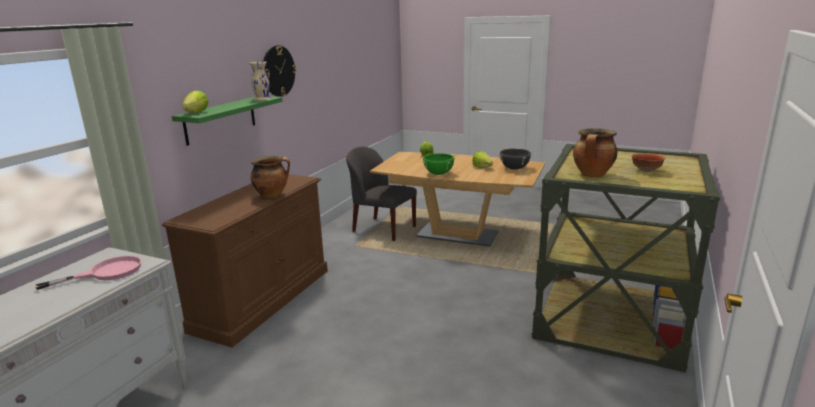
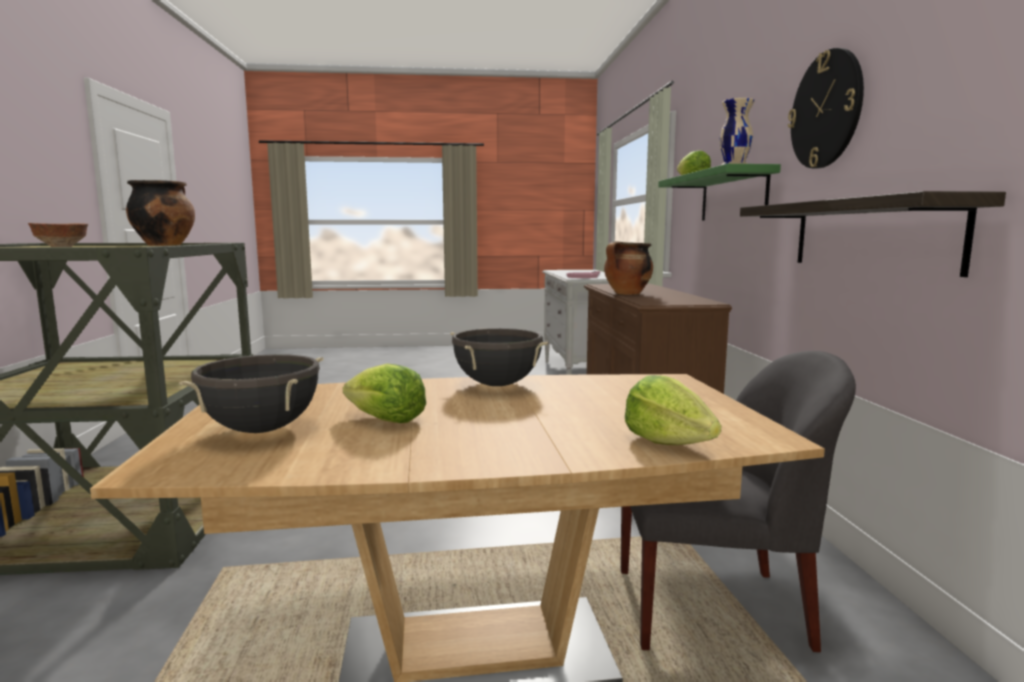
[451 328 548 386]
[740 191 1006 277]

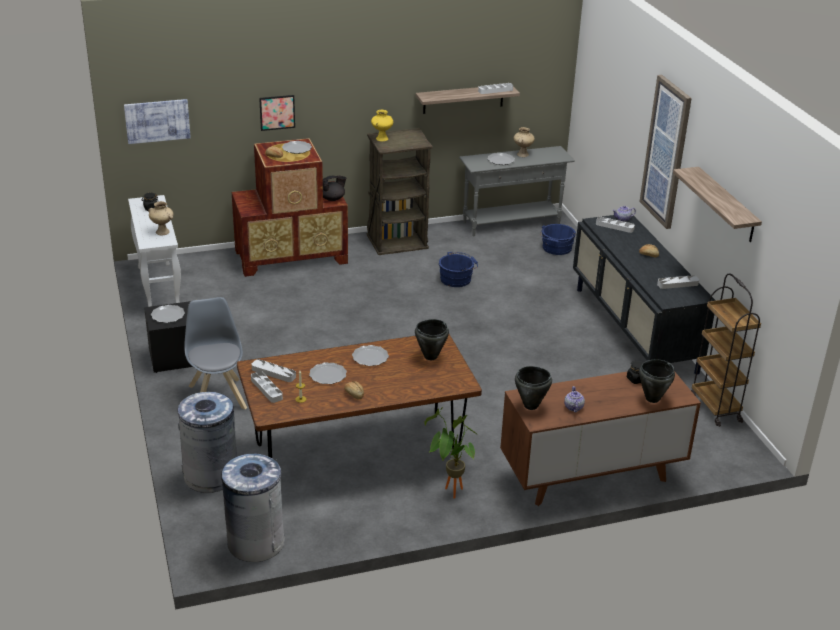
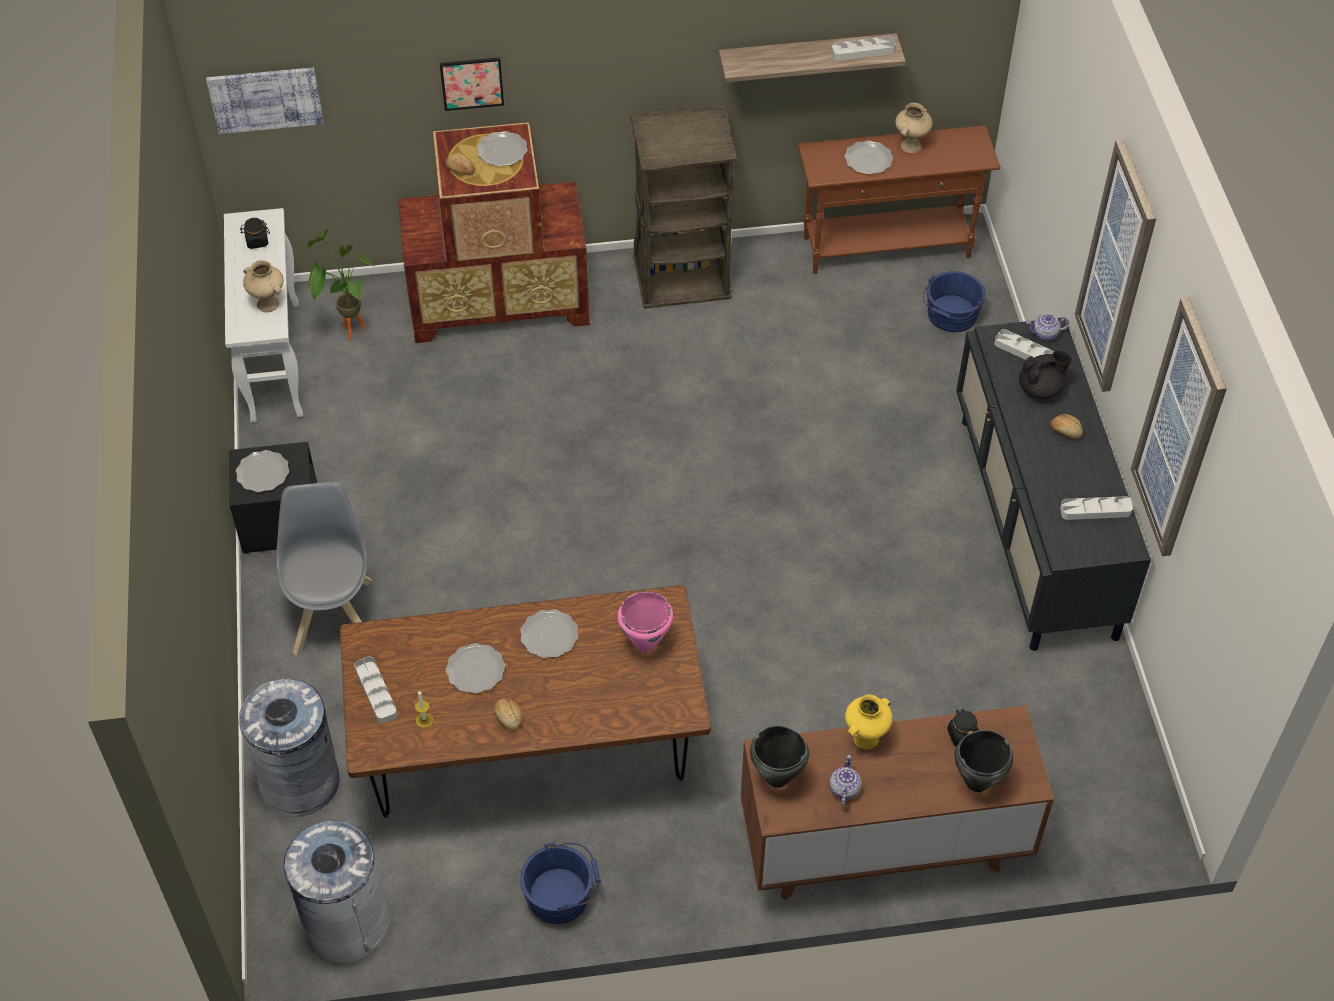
[307 229 376 341]
[520 842 601 924]
[617 592 673 652]
[797 125 1001 274]
[845 695 893 749]
[1019 350 1072 399]
[1131 298 1227 556]
[252 359 296 382] (first image)
[691 274 761 427] (first image)

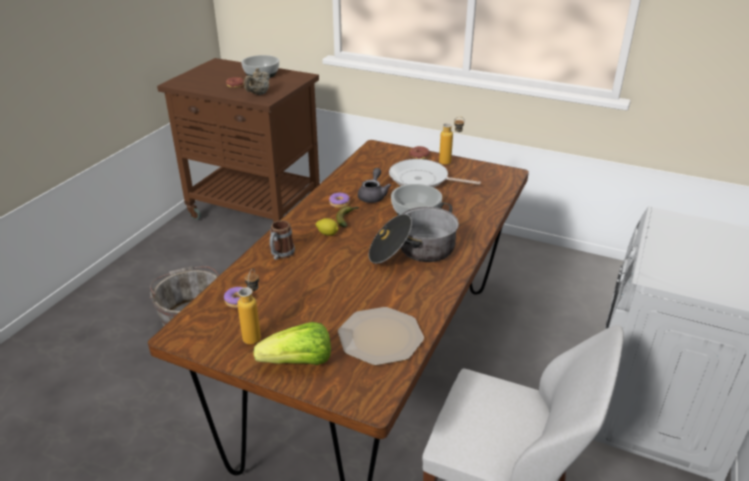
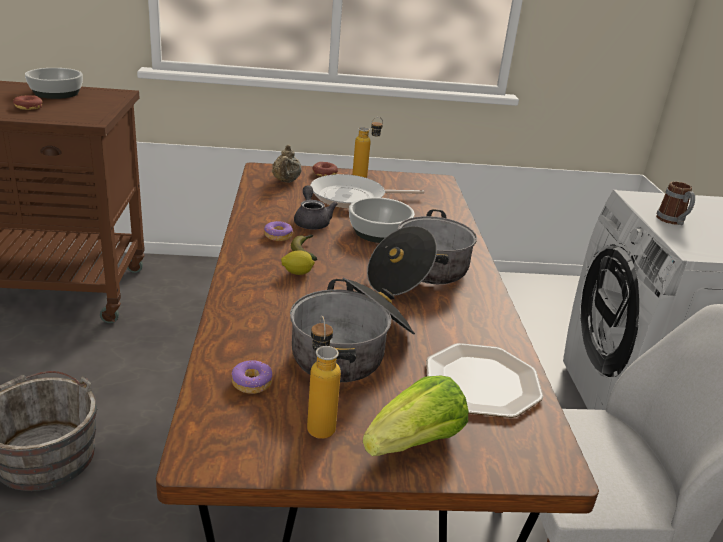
[272 145 302 183]
[290 277 415 382]
[656 181 695 225]

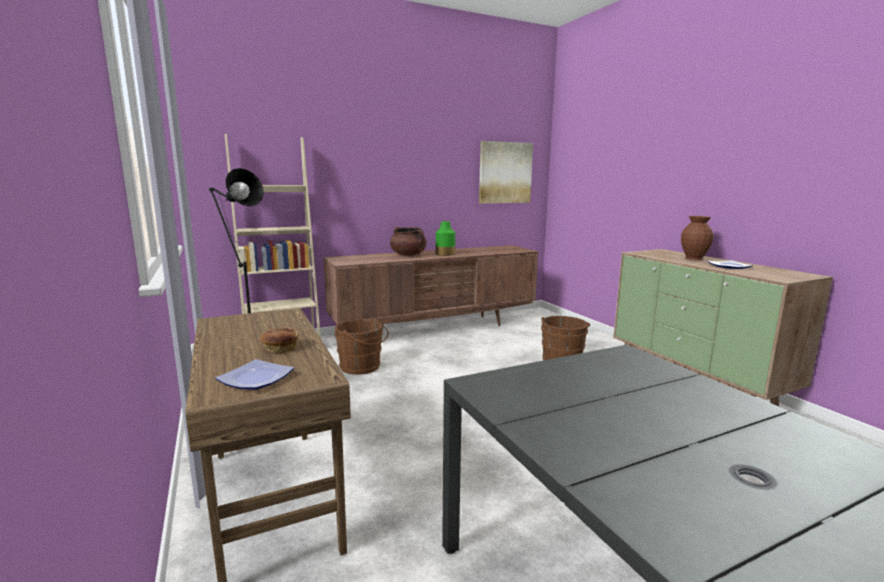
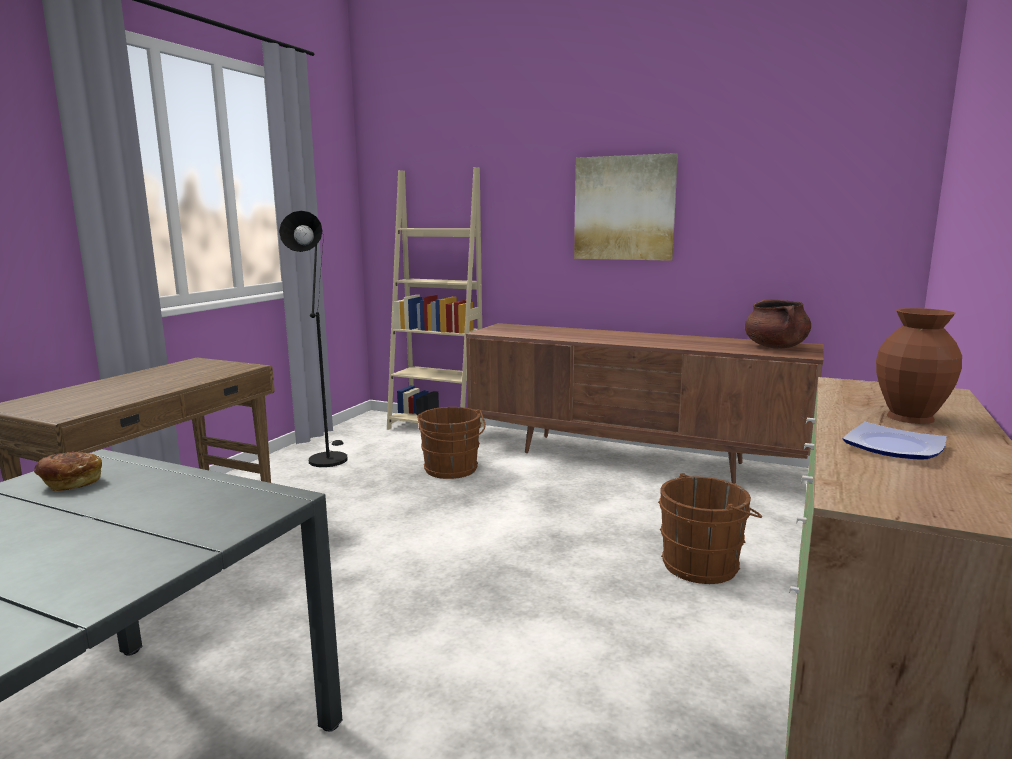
[34 452 102 491]
[574 153 678 261]
[745 299 811 349]
[215 359 294 390] (first image)
[436 221 455 256] (first image)

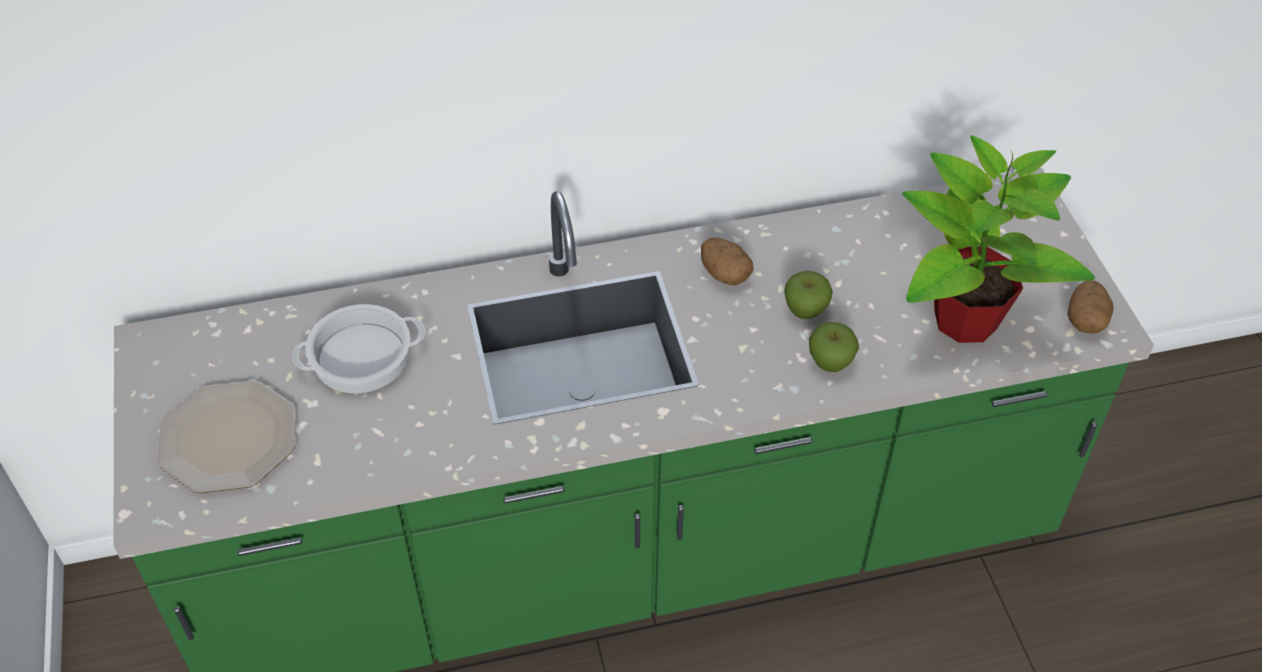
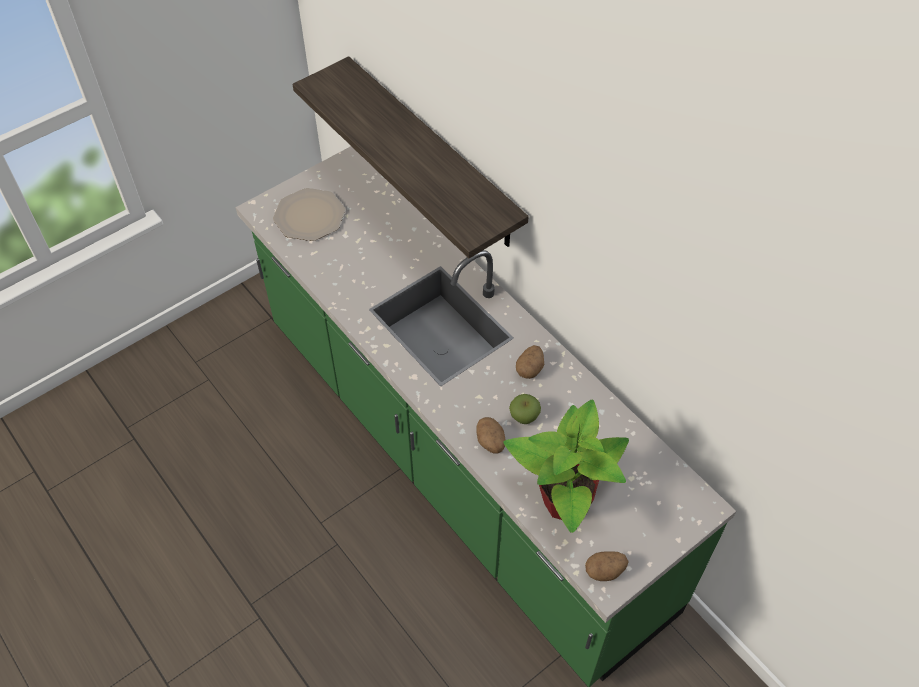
[292 56 529 258]
[477 417 505 454]
[292 304 425 393] (first image)

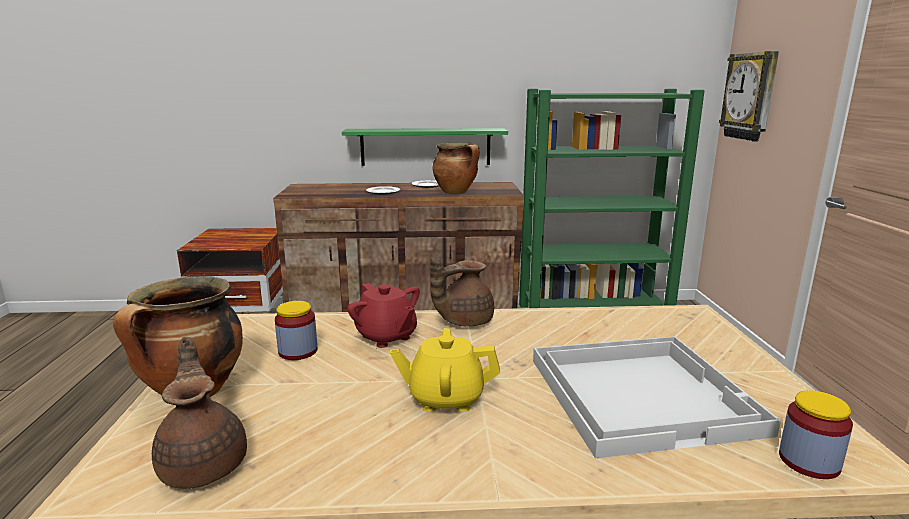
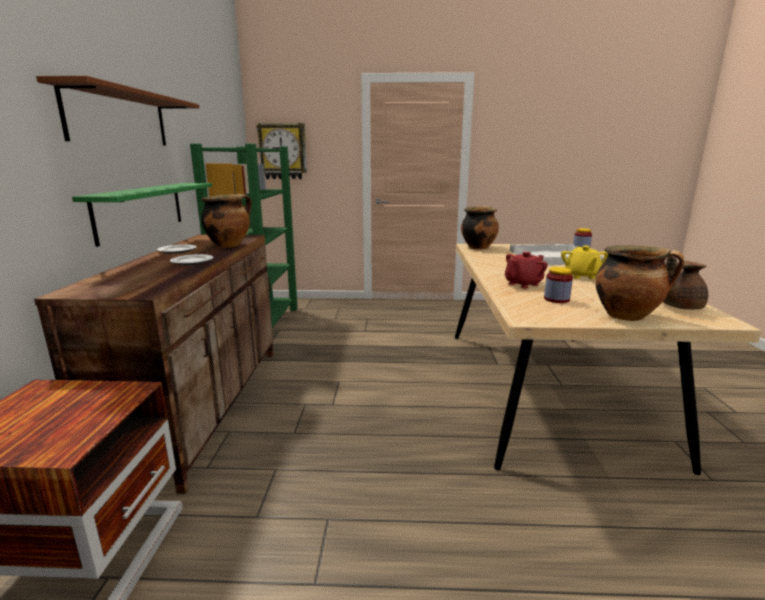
[36 76 199 146]
[461 206 499 250]
[430 258 494 327] (first image)

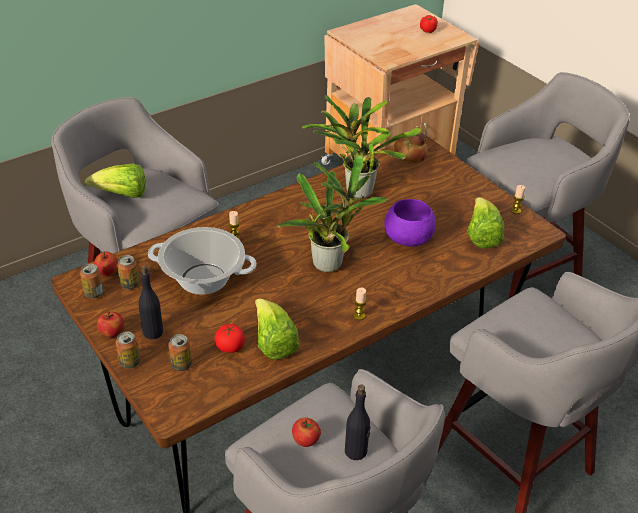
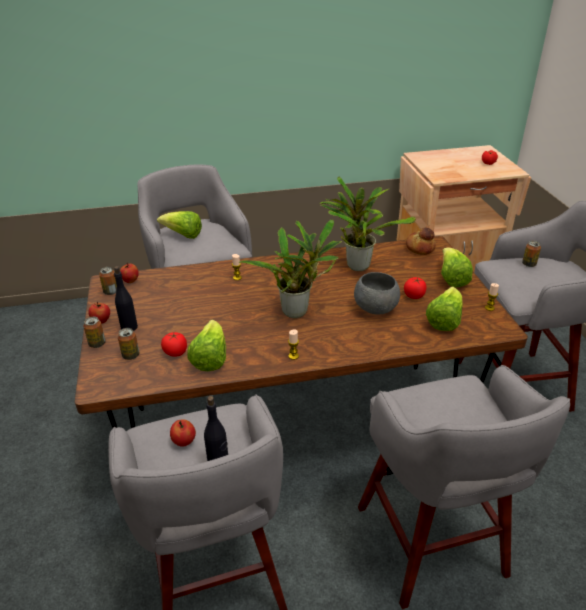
[354 272 400 314]
[404 277 426 299]
[441 248 473 287]
[522 241 541 267]
[148 227 257 295] (first image)

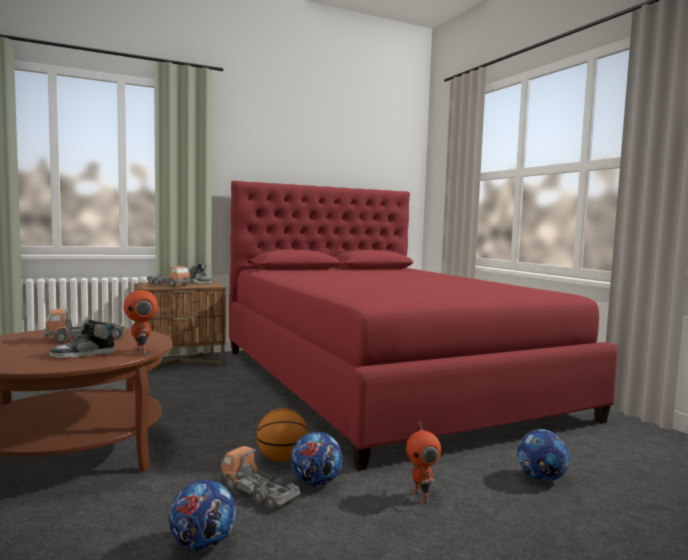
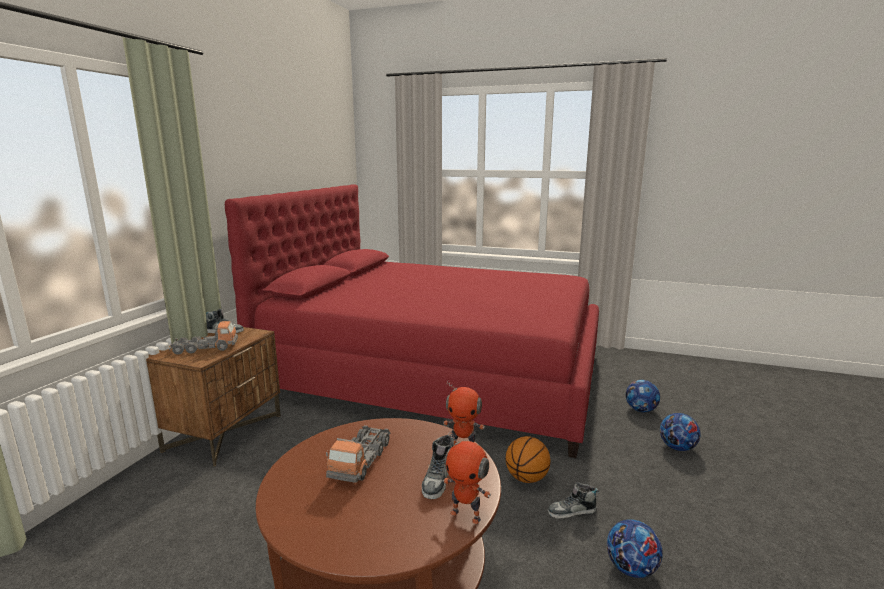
[443 431 491 524]
[548 482 599 518]
[660 413 701 451]

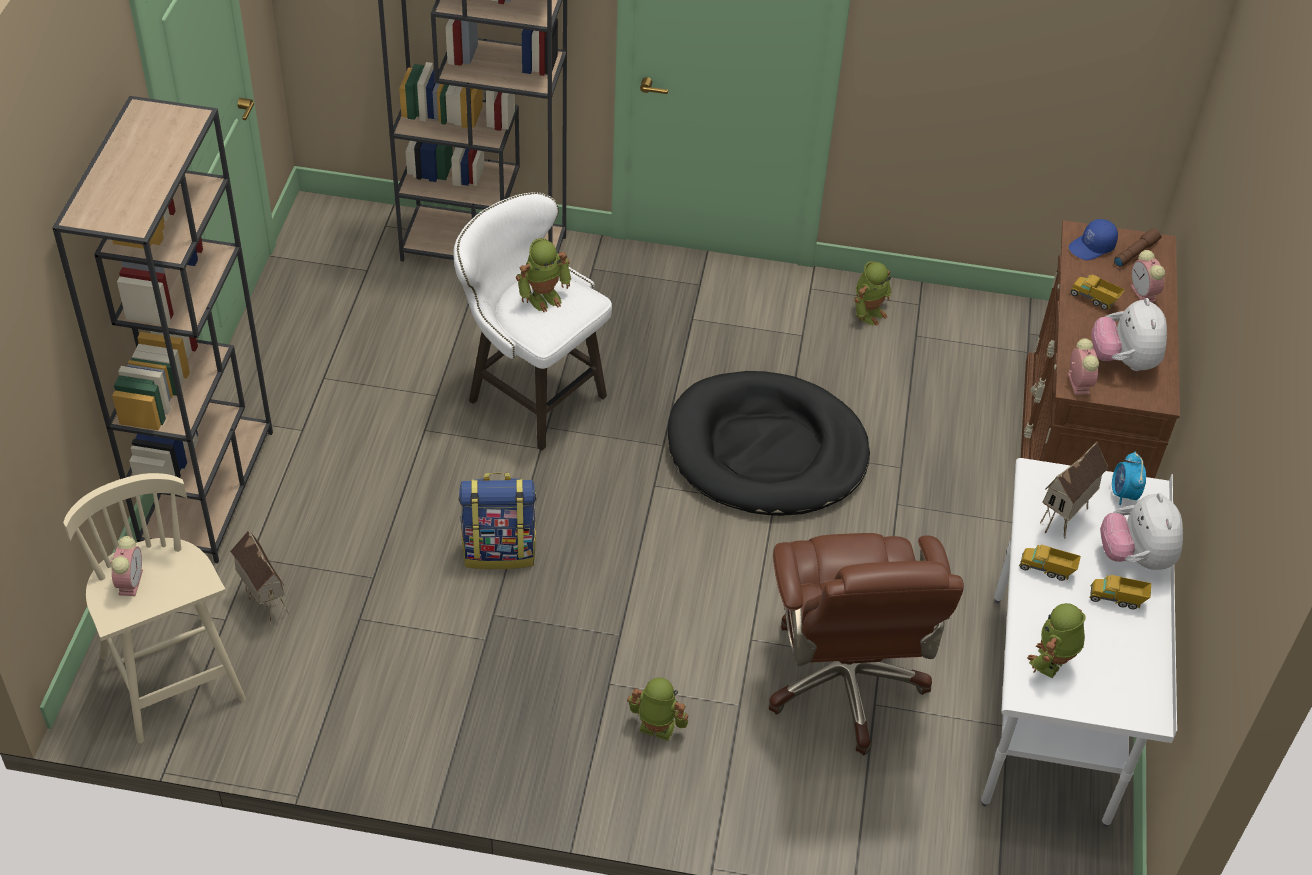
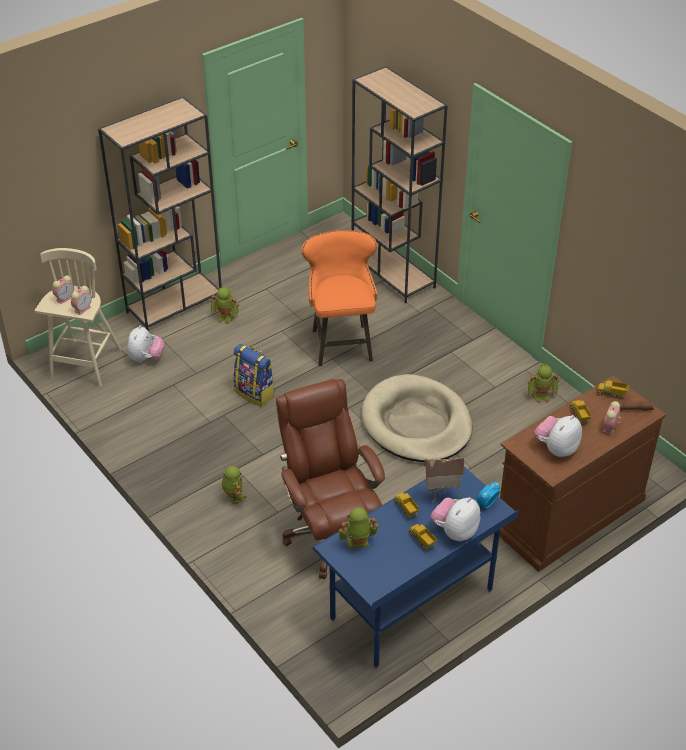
[71 286 92 315]
[127 325 164 362]
[210 286 239 324]
[276 379 385 579]
[301 230 378 366]
[313 467 519 668]
[361 374 472 462]
[597 380 629 399]

